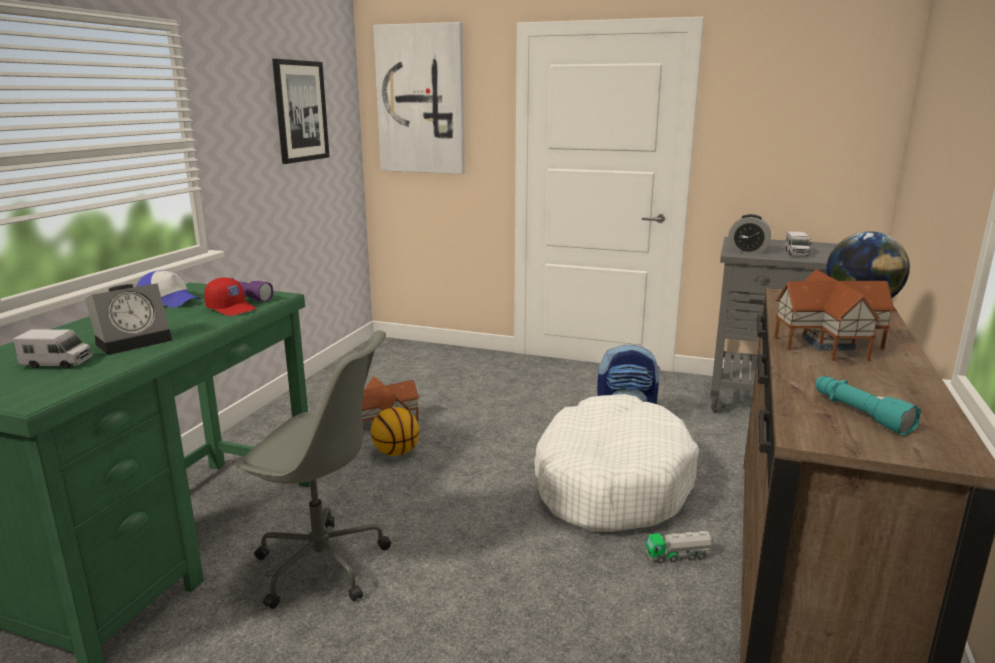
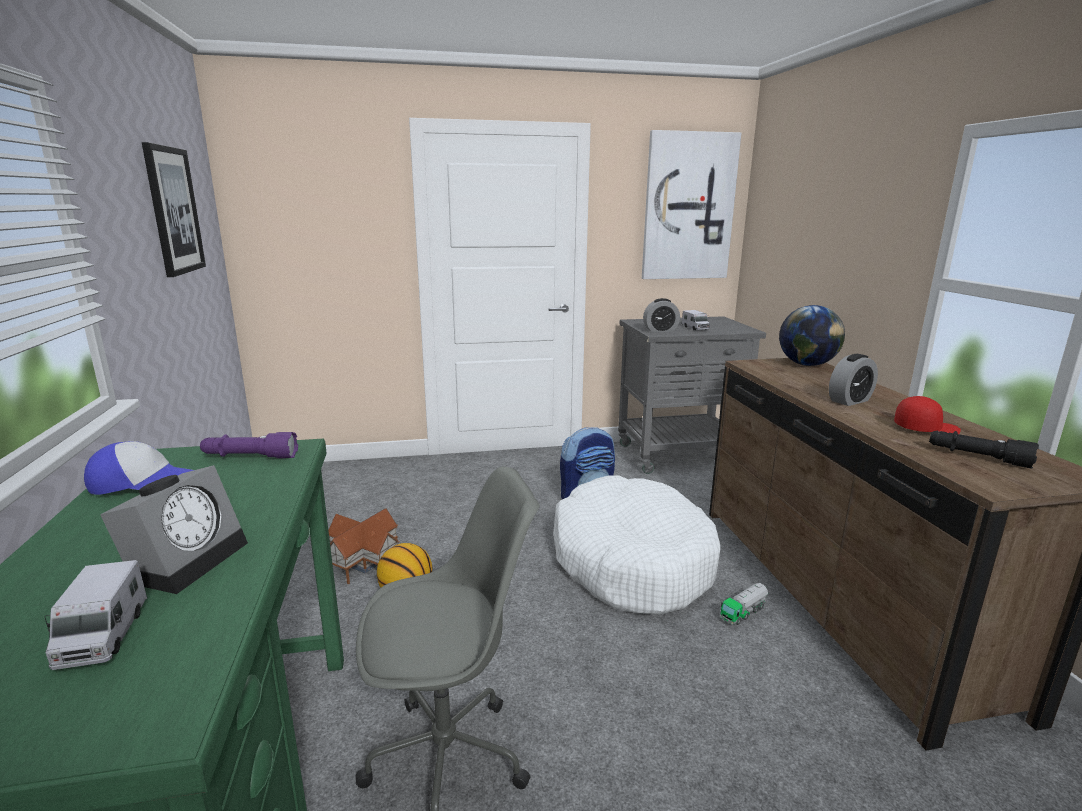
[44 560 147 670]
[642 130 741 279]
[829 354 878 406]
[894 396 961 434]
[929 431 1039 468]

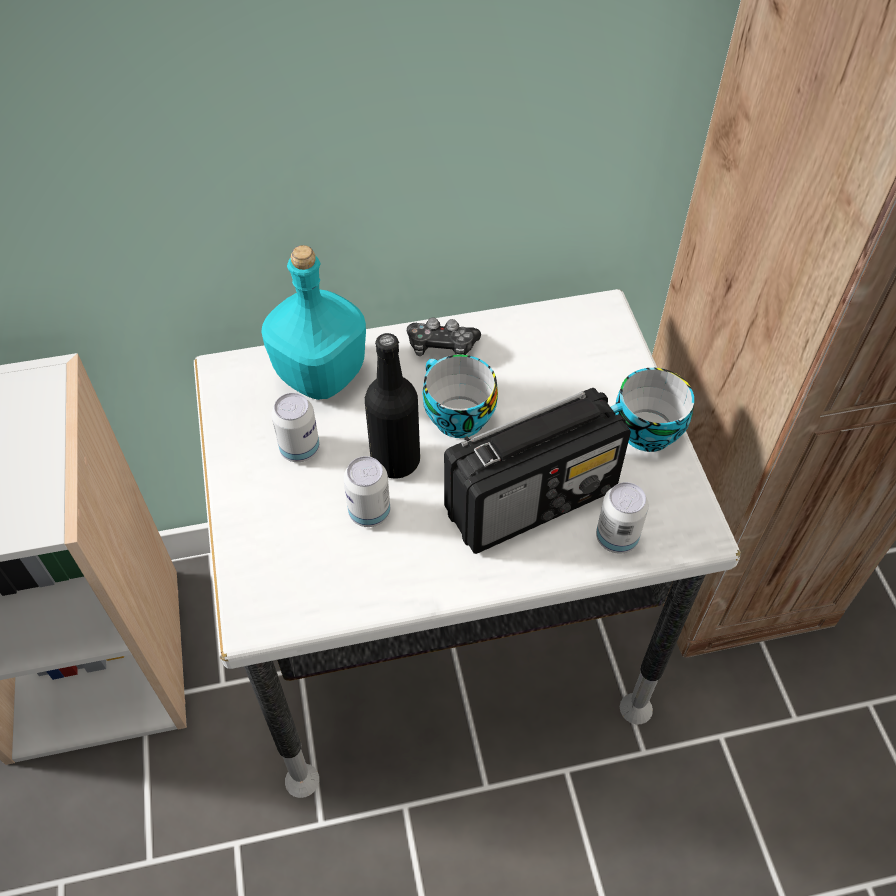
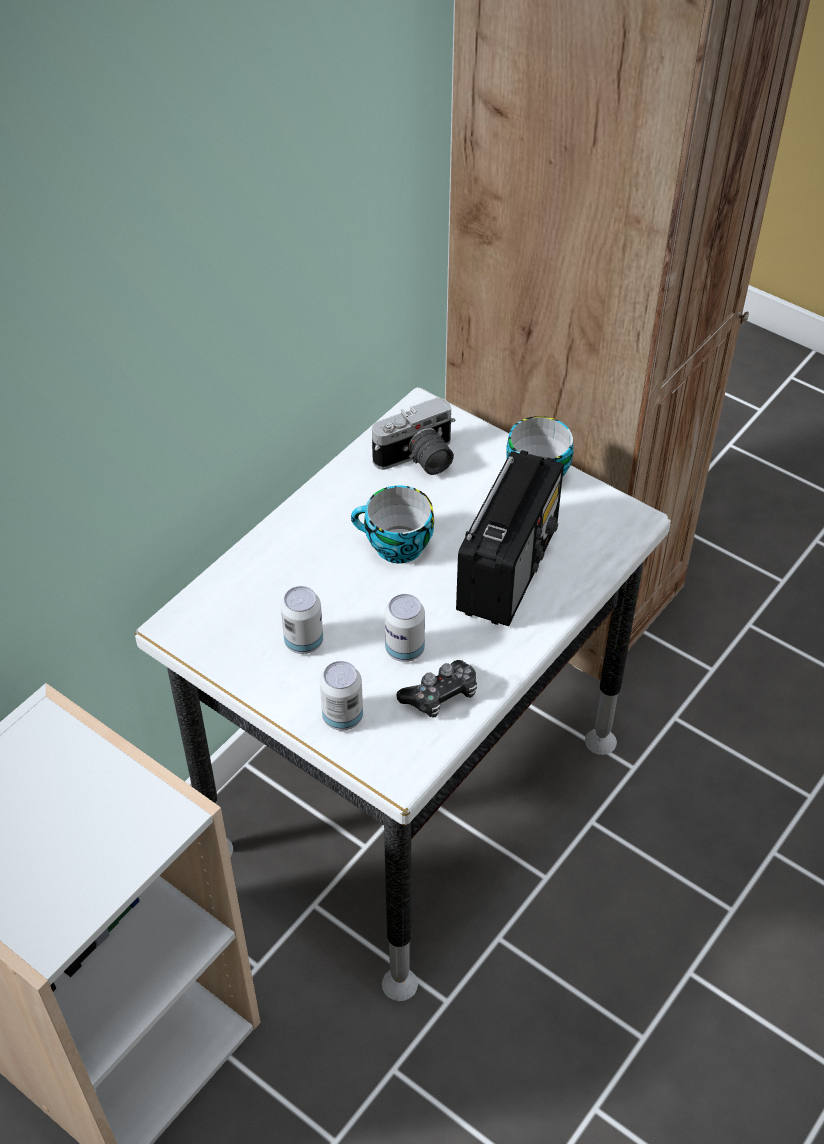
[320 661 363 731]
[372 397 455 475]
[397 660 477 718]
[261 245 366 400] (first image)
[365 333 420 479] (first image)

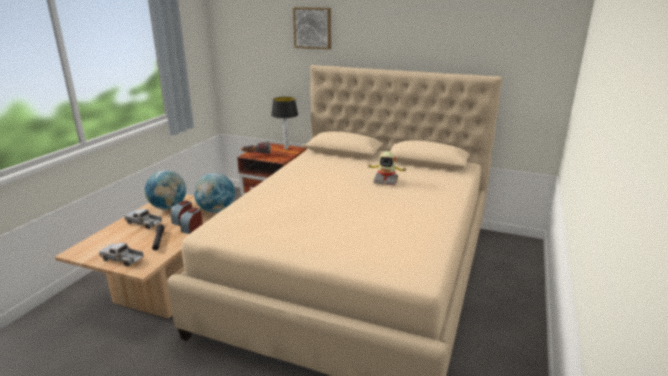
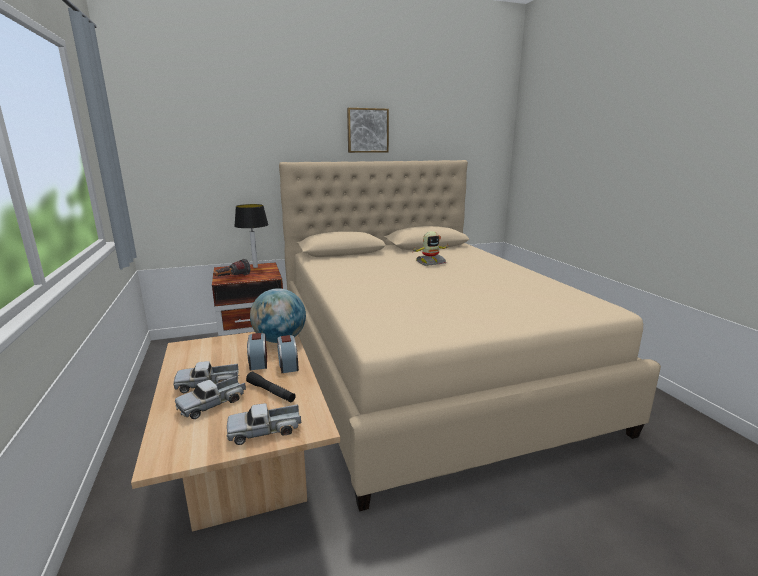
[175 376 246 419]
[347 108 389 153]
[145 170 186 210] (first image)

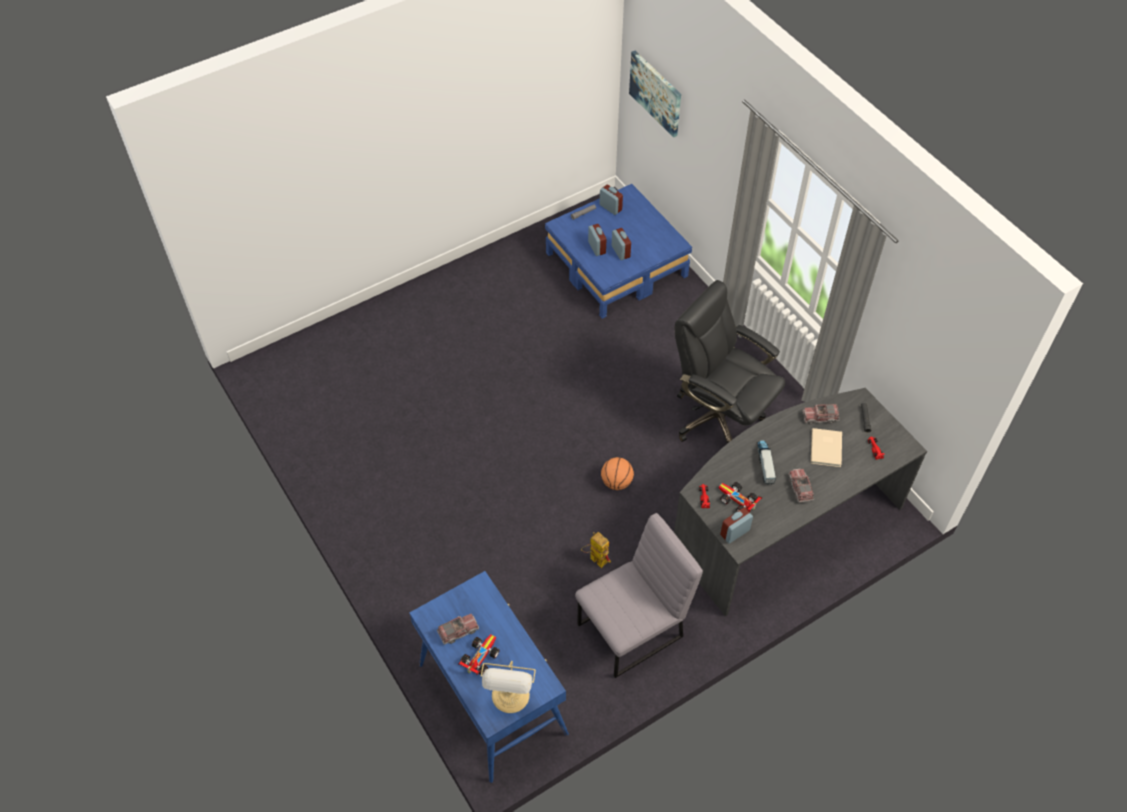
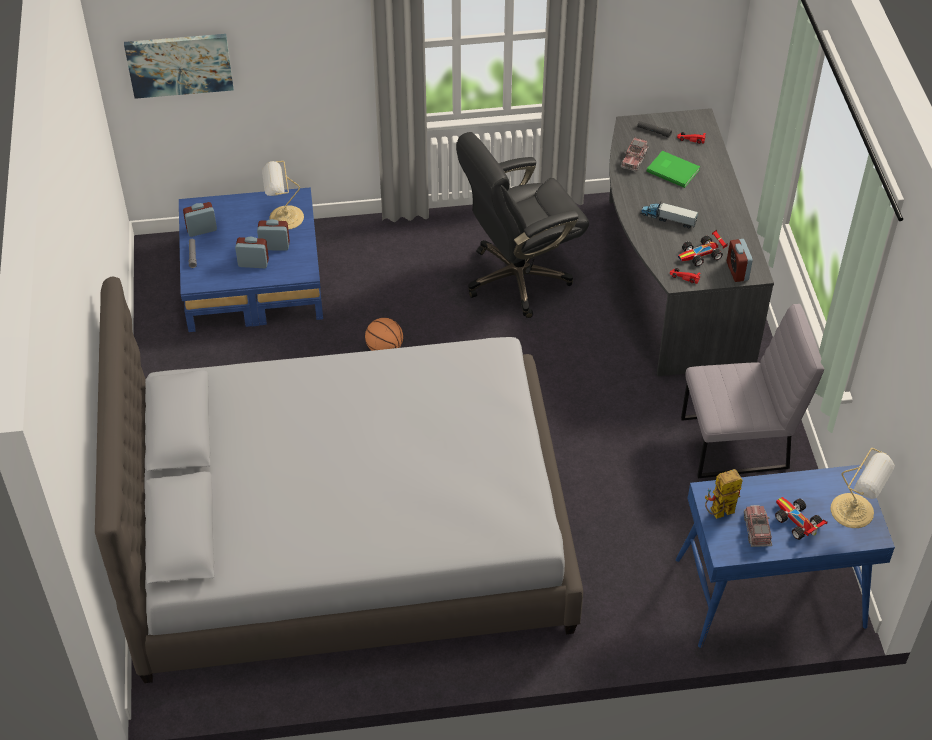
[95 276 583 683]
[262 161 304 230]
[365 318 403 351]
[647 151 700 188]
[681 304 824 478]
[705 469 743 519]
[788 469 814 503] (first image)

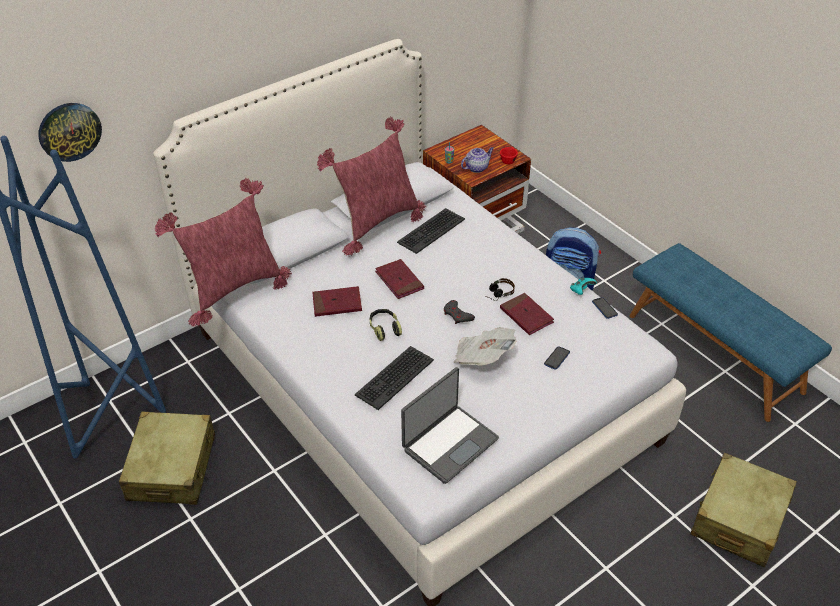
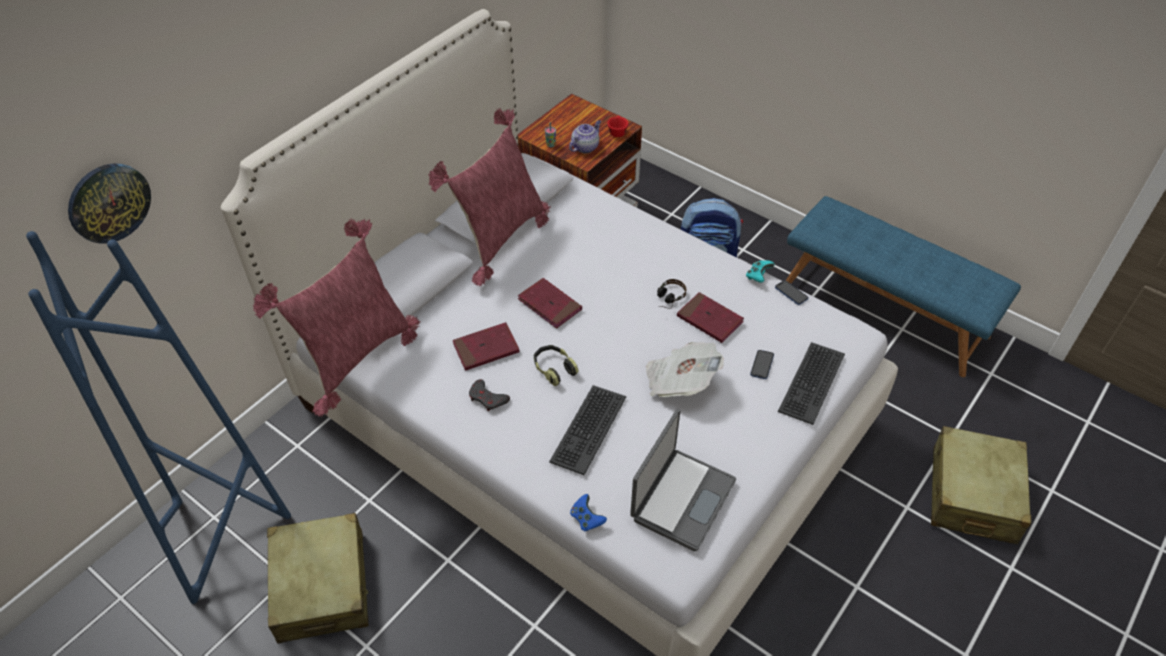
[469 379 510 411]
[570 494 607 531]
[778 342 845 425]

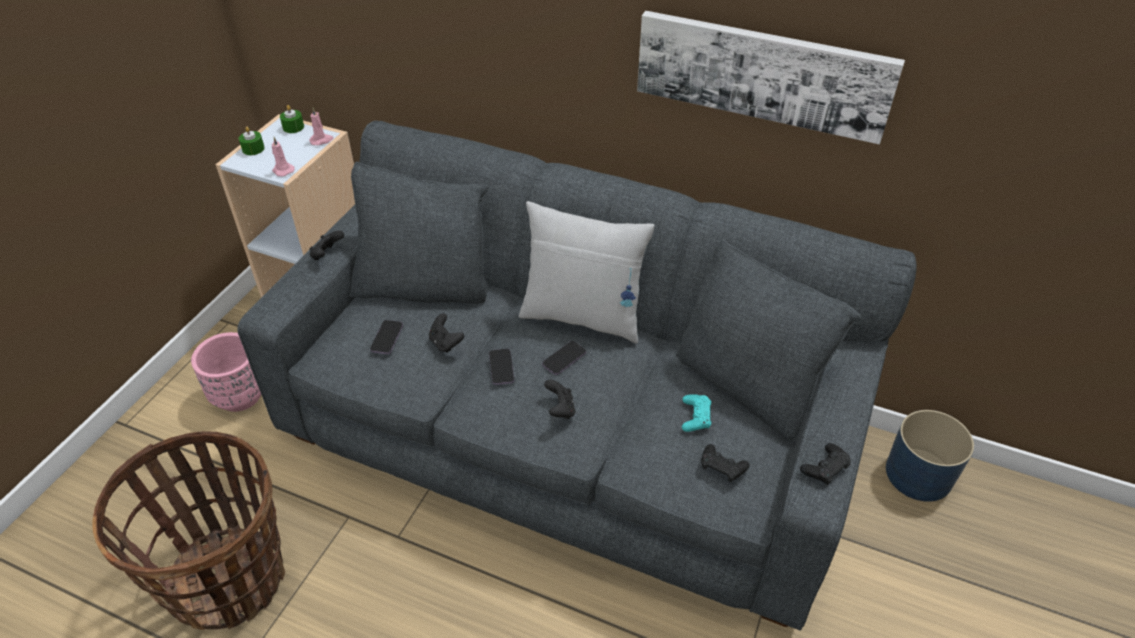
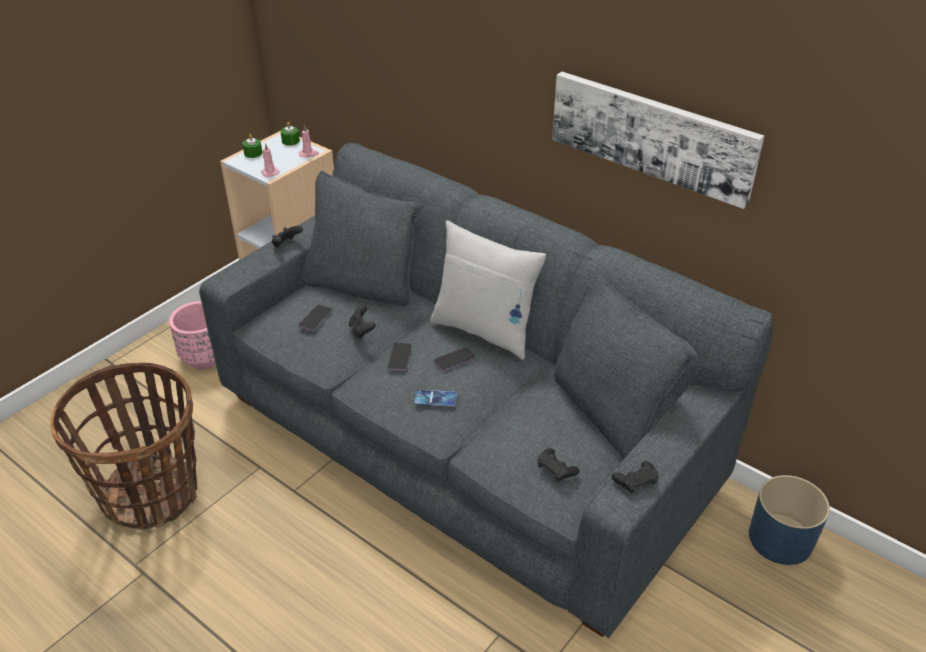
[415 390 457 406]
[682 394 711 432] (first image)

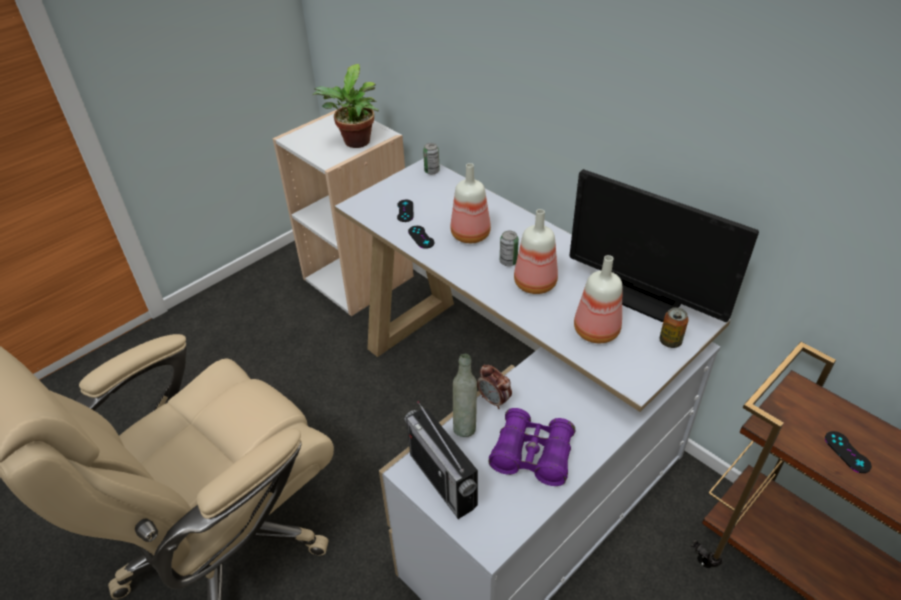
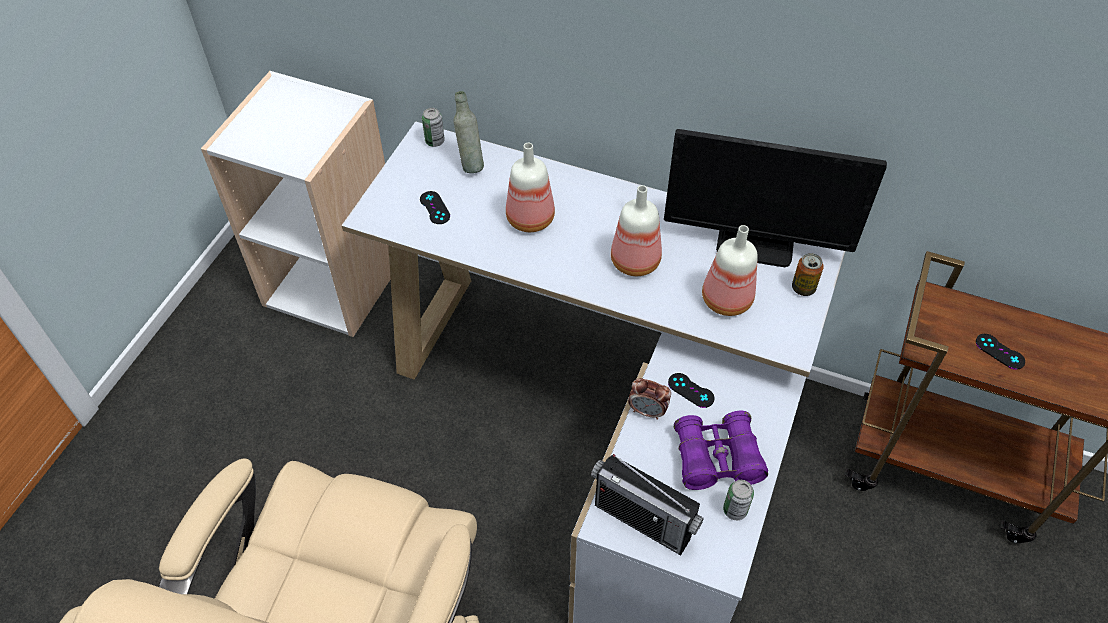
[454 91 484 173]
[668 373 715 408]
[723 480 754 520]
[312 64 379 148] (first image)

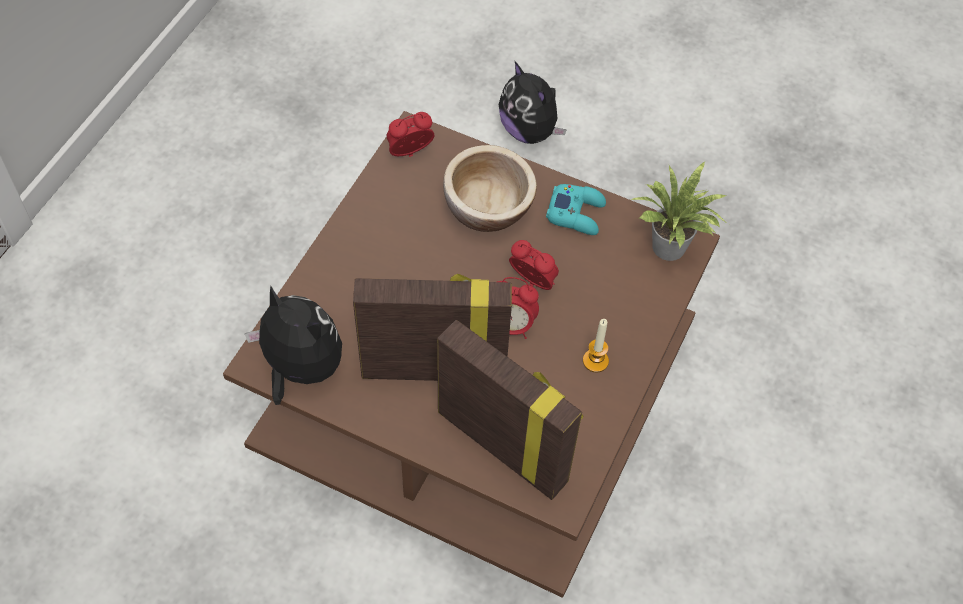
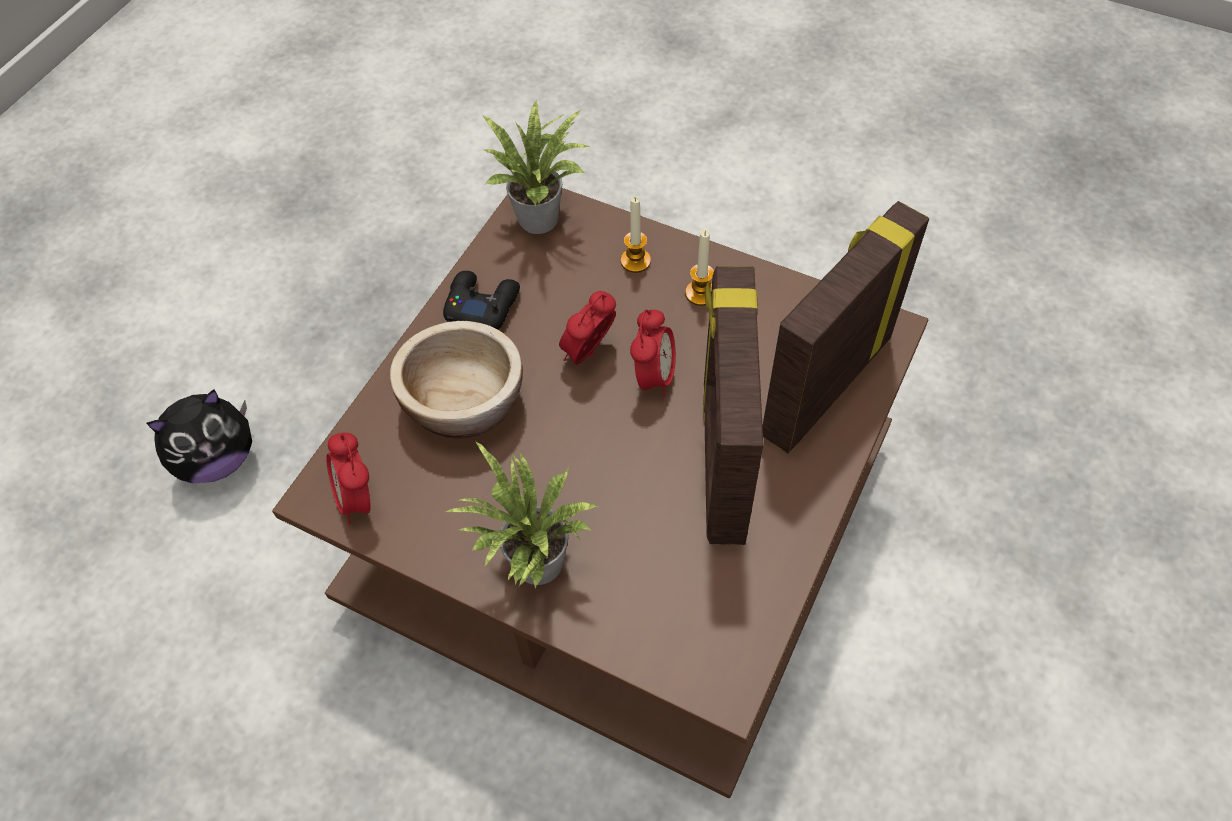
[443 271 520 329]
[446 441 598 589]
[620 197 651 273]
[245 285 342 405] (first image)

